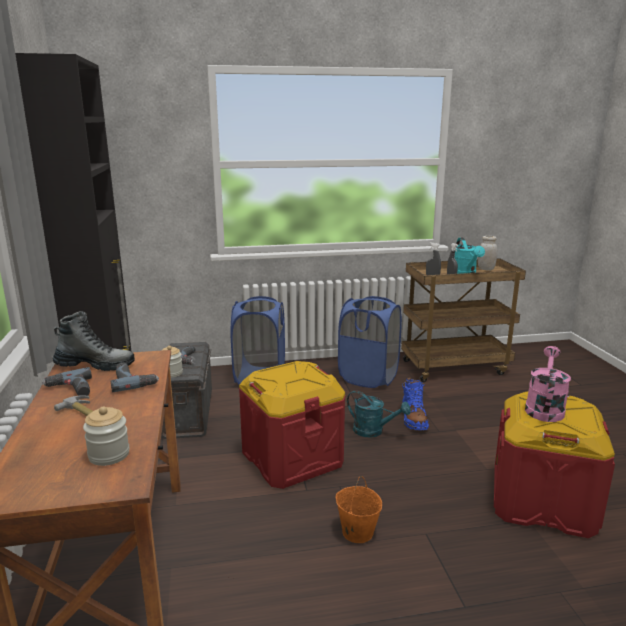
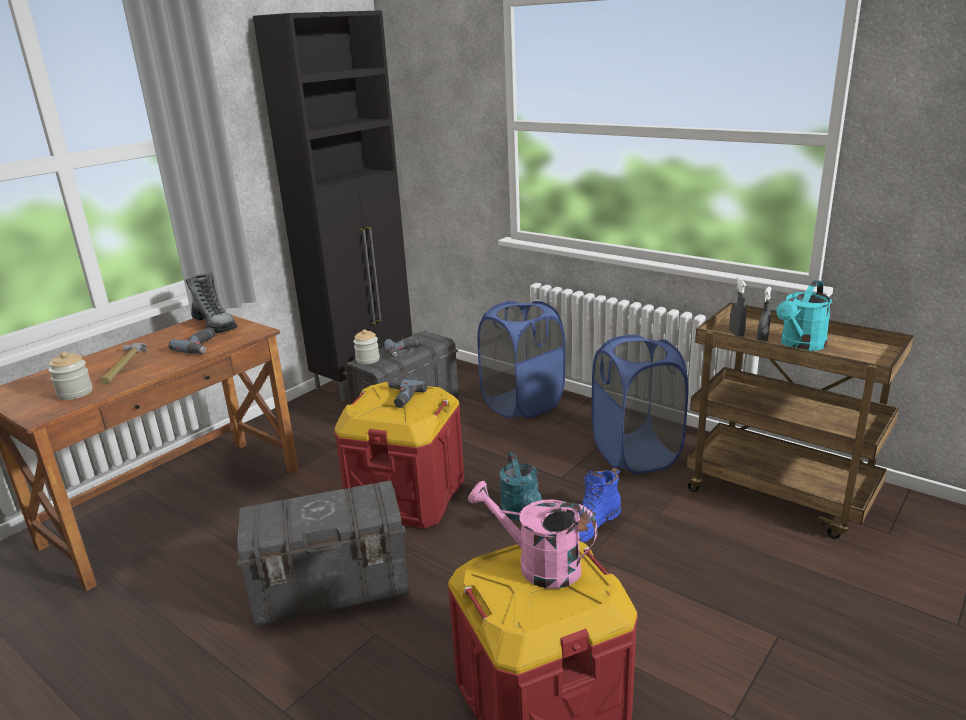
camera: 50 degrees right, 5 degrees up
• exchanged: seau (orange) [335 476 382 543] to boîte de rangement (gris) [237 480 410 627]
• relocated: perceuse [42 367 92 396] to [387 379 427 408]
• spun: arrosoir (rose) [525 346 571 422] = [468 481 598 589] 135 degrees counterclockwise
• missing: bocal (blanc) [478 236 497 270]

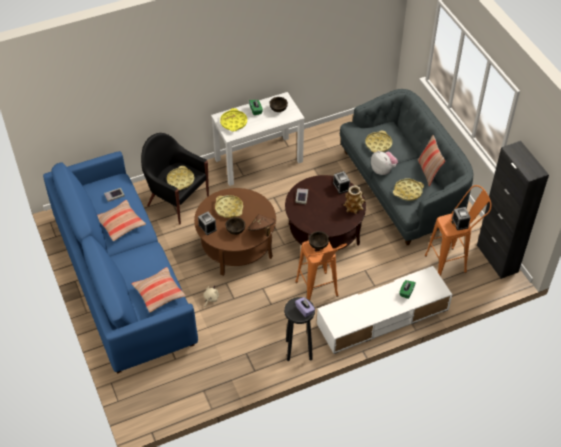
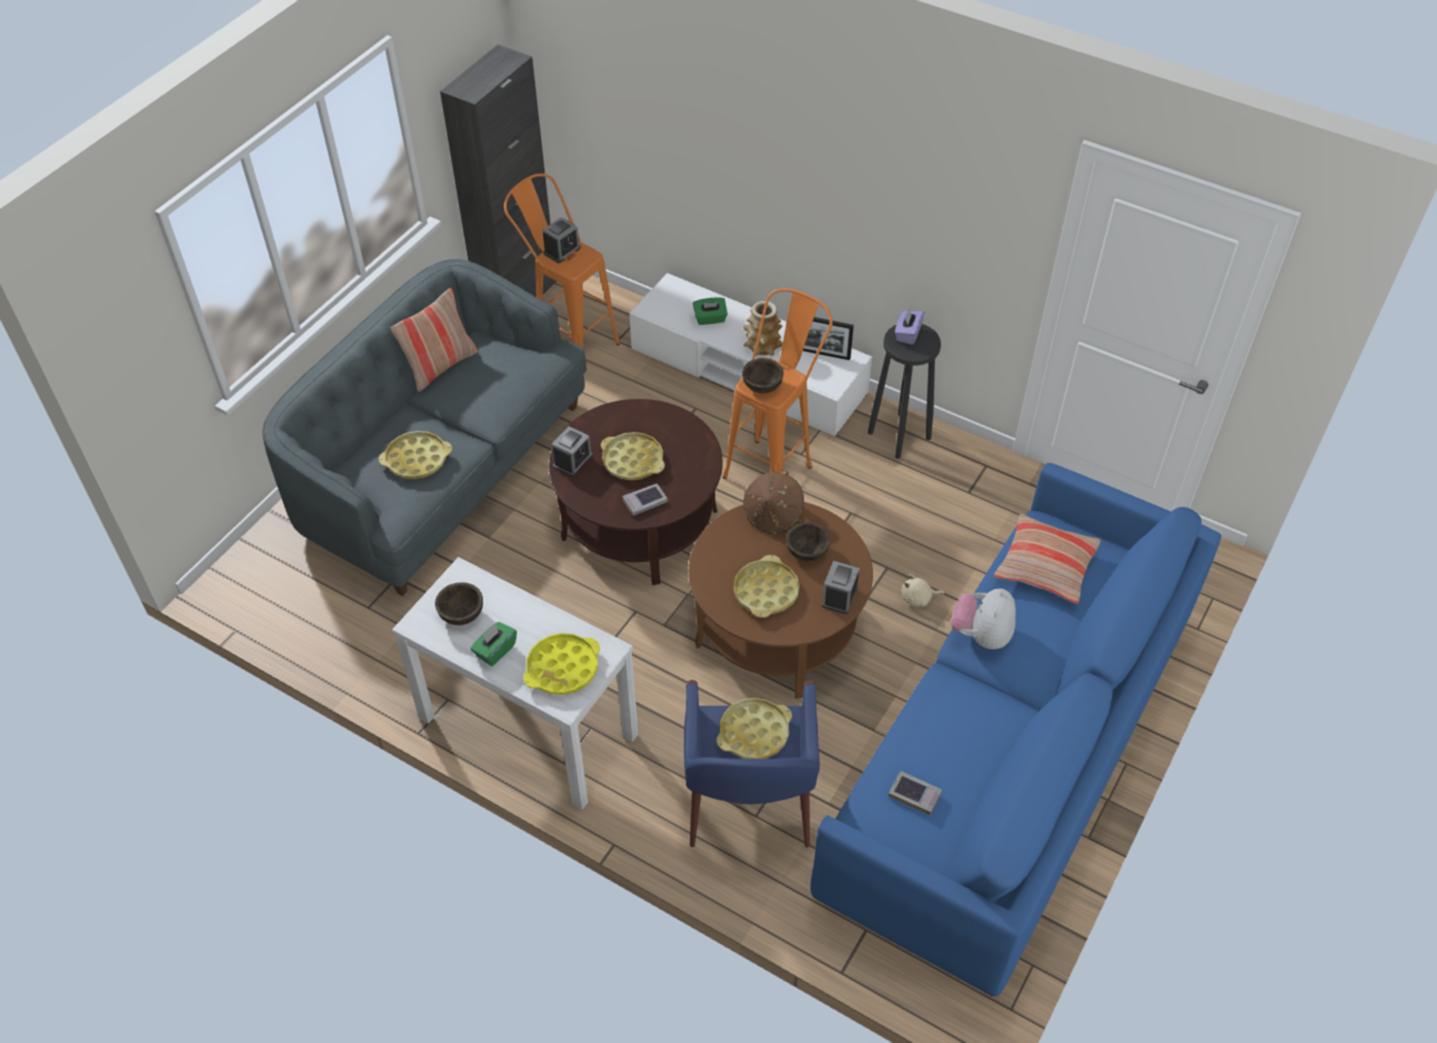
camera: 125 degrees left, 0 degrees up
• relocated: plateau (jaune) [393 178 424 201] to [601 432 665 480]
• colour: fauteuil (noir) [141 133 209 225] to fauteuil (bleu) [684 680 820 848]
• relocated: vase [343 185 365 214] to [743 301 783 356]
• appeared: cadre photo [803 317 854 360]
• relocated: peluche [371 151 398 175] to [951 589 1016 649]
• missing: coussin [97 200 146 241]

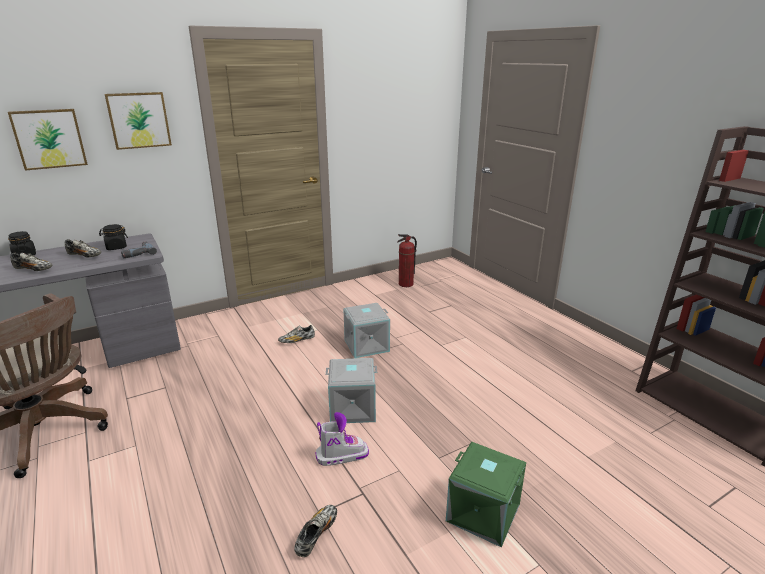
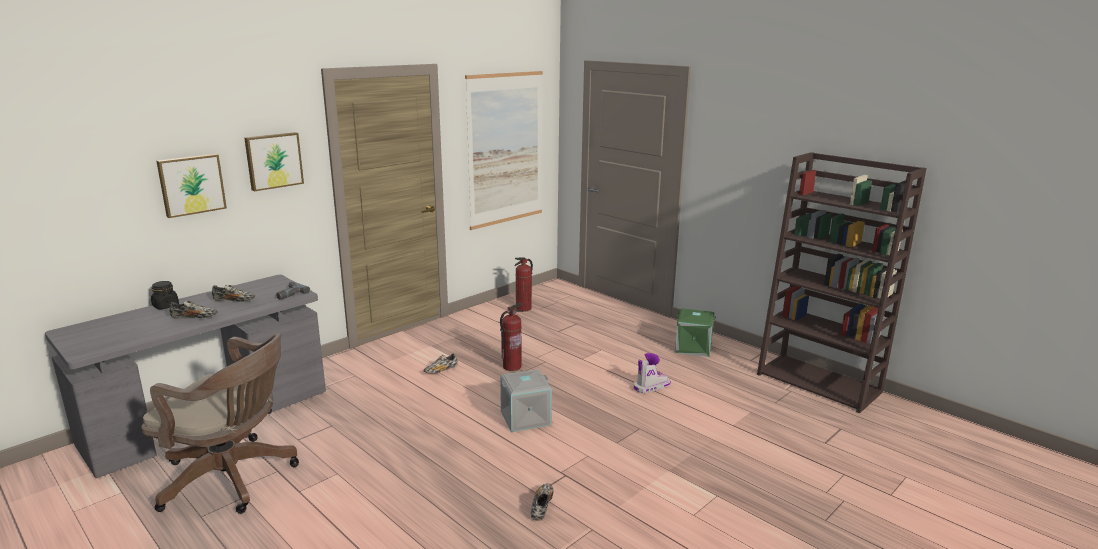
camera: 15 degrees left, 5 degrees down
• appeared: tableau [465 71 543 230]
• exchanged: boîte de rangement (gris) [343 303 390 358] to extincteur [500 303 523 371]
• relocated: botte [316 412 369 466] to [633 353 671 393]
• relocated: boîte de rangement (vert) [446 442 526 548] to [675 308 716 357]
• missing: bocal (noir) [99 224 128 250]

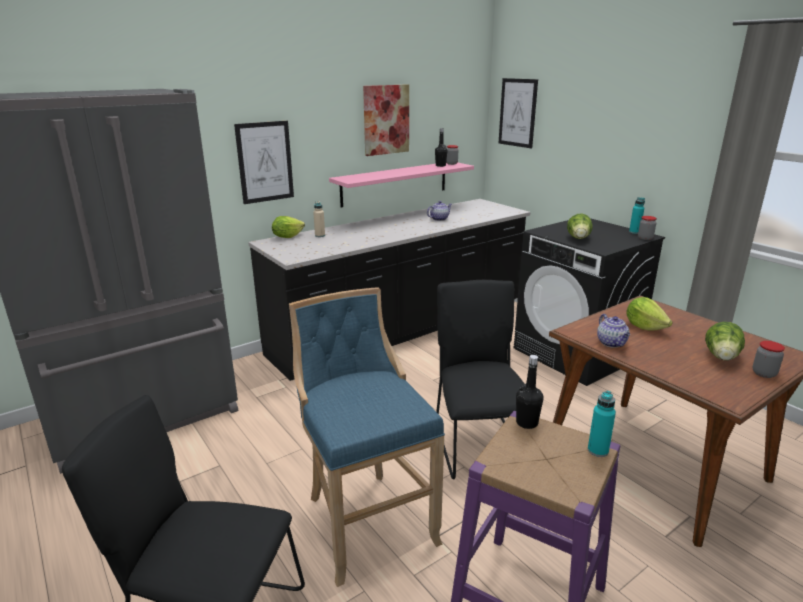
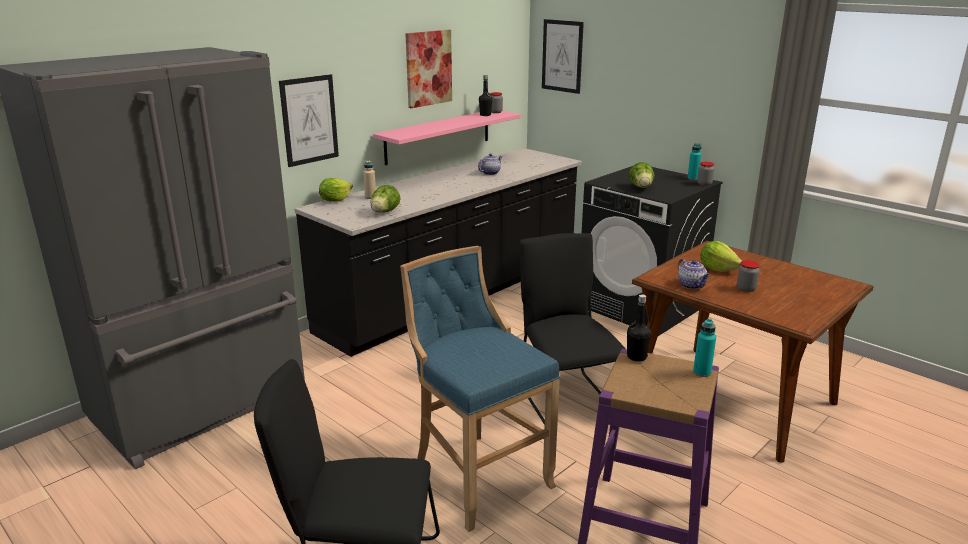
camera: 10 degrees left, 0 degrees up
• relocated: laitue [705 322 745 361] to [370 185 400 213]
• relocated: bocal [752 341 785 378] to [737 260 760 292]

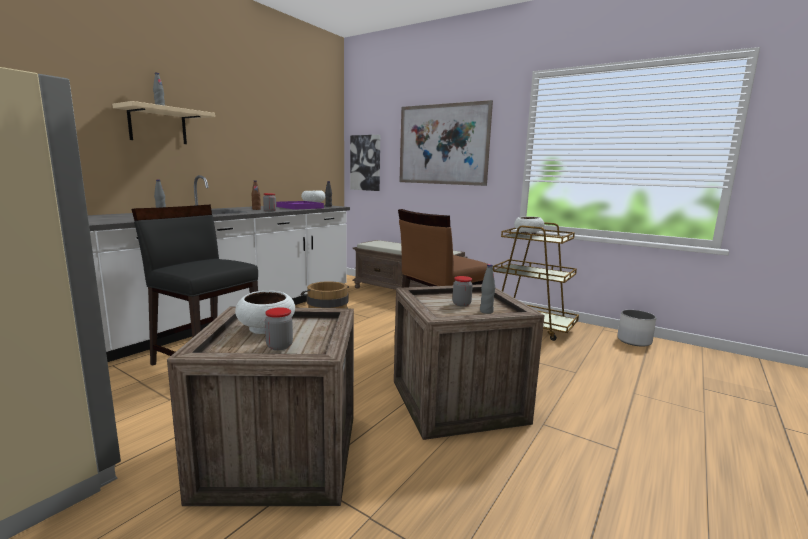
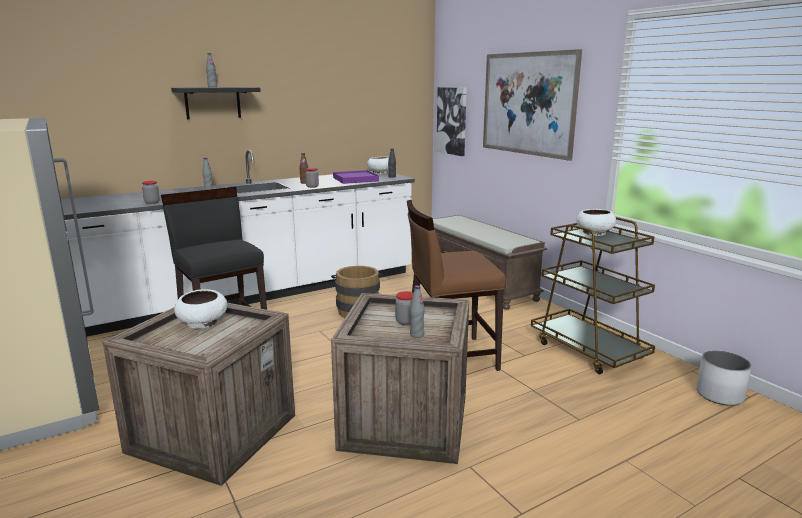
camera: 25 degrees right, 5 degrees up
• relocated: bocal [265 307 293 350] to [142 181 160 204]
• colour: étagère (beige) [112 101 215 144] to étagère (noir) [171 87 261 120]

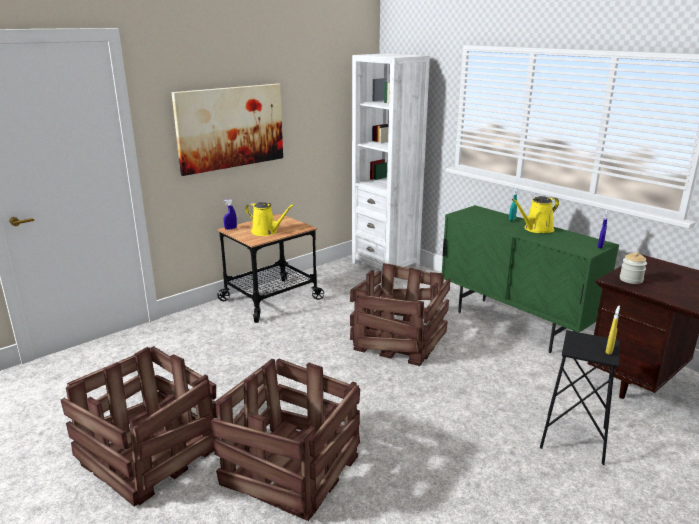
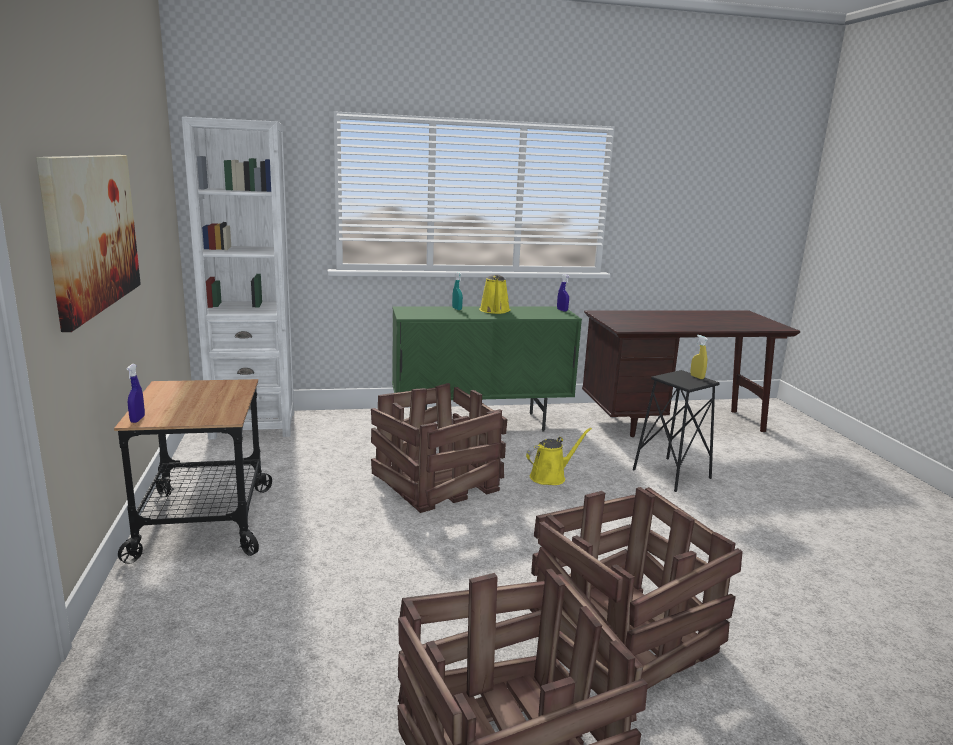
camera: 60 degrees left, 5 degrees down
• relocated: arrosoir (jaune) [245 202 294 236] to [526 428 592 485]
• missing: bocal [620 252 647 284]

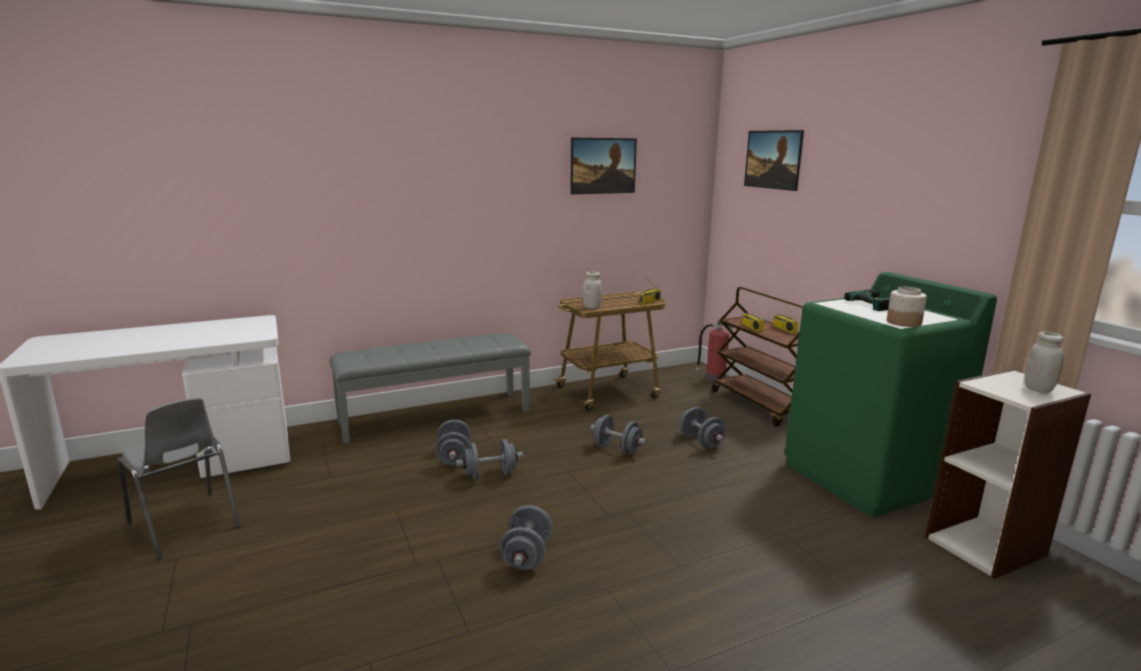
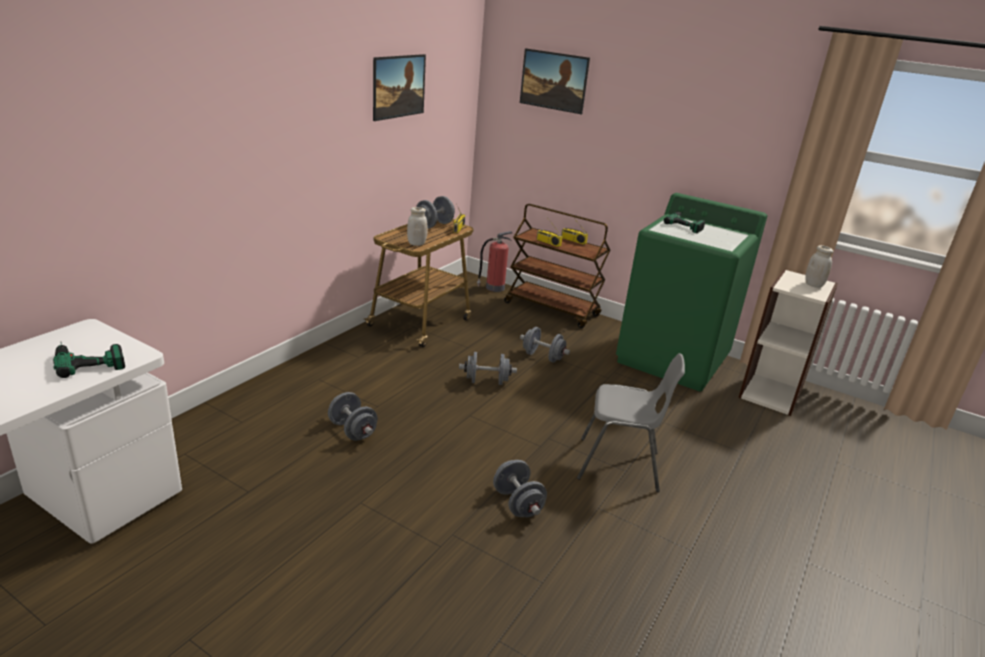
camera: 35 degrees left, 10 degrees up
• appeared: perceuse [53 342 125 378]
• relocated: haltère (gris) [456 439 523 480] to [416 196 455 229]
• relocated: chaise (gris) [118 397 241 560] to [577 353 685 492]
• missing: banc (gris) [329 333 531 444]
• missing: bocal [887 287 927 327]

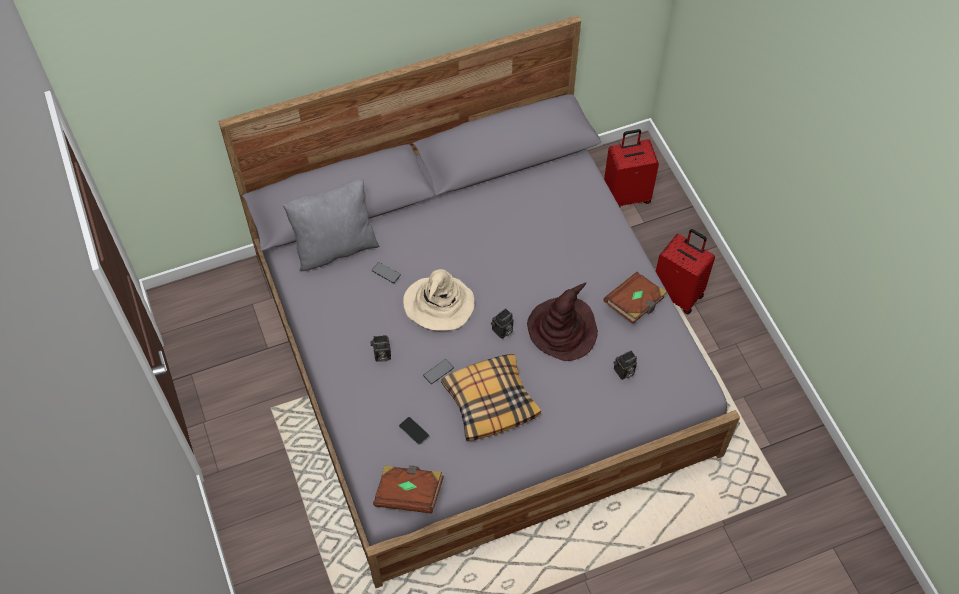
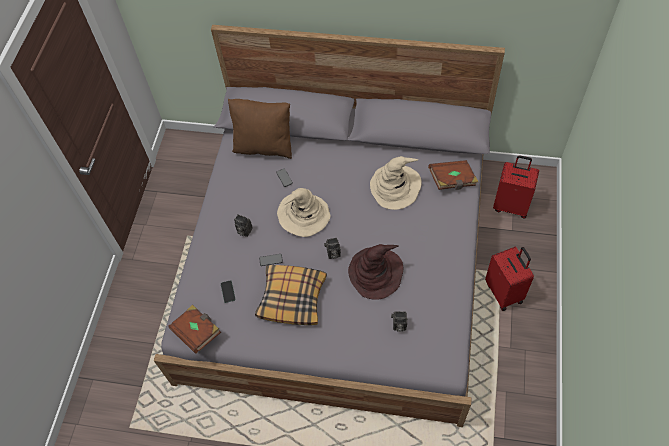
camera: 35 degrees right, 0 degrees up
• colour: coussin (gris) [283 179 379 271] to coussin (marron) [228 99 292 159]
• appeared: chapeau (beige) [370 156 422 210]
• relocated: livre (marron) [603 272 667 324] to [428 160 478 190]

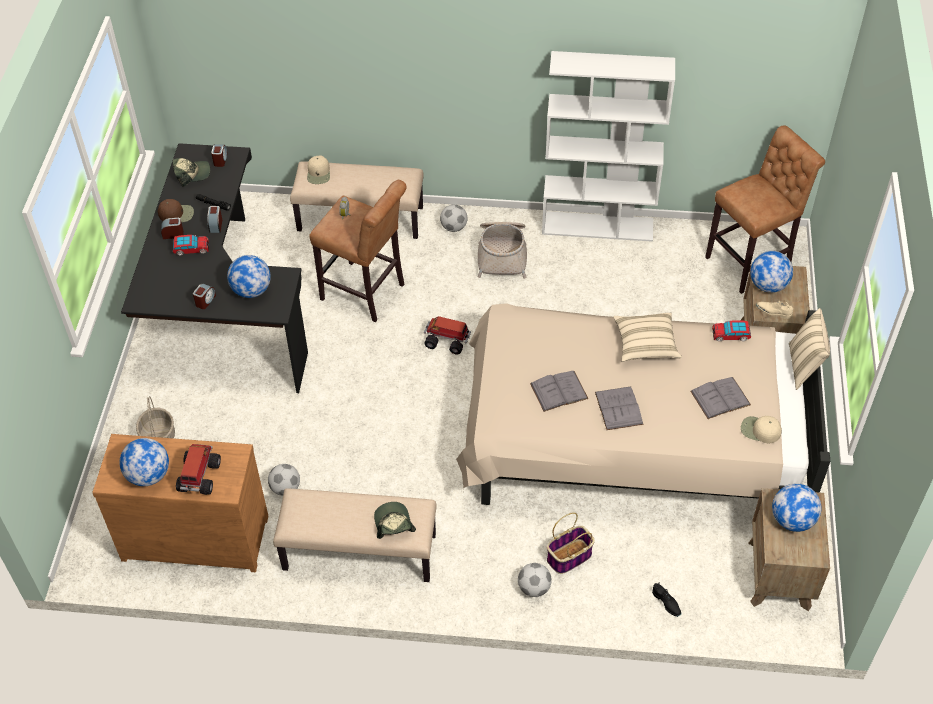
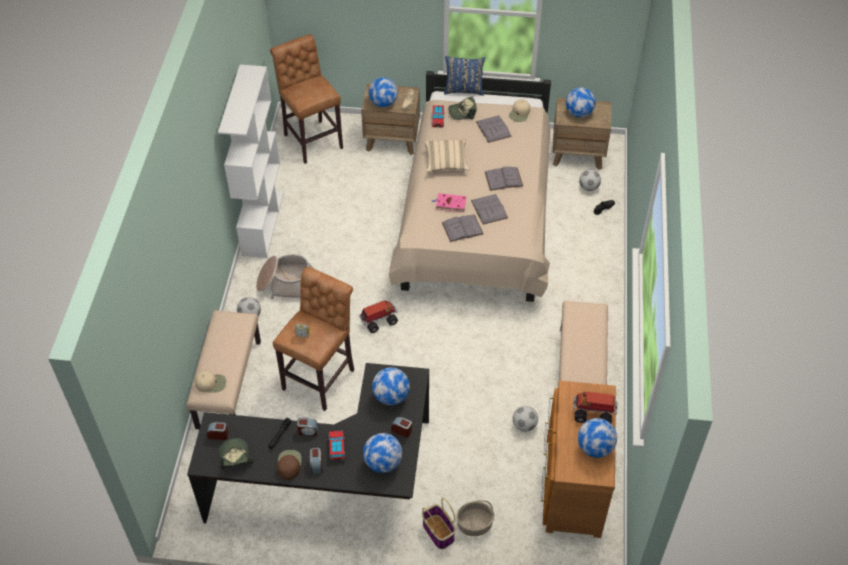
camera: 90 degrees left, 0 degrees up
• spun: camion jouet [424 316 471 355] = [359 300 398 333] 135 degrees counterclockwise
• appeared: globe [363 433 402 473]
• relocated: panier [547 512 595 574] to [422 498 456 549]
• appeared: livre (rose) [432 193 466 212]
• appeared: livre (gris) [442 214 483 242]
• colour: coussin (beige) [789 308 830 390] to coussin (bleu) [444 56 485 96]
• relocated: casquette [374 502 416 539] to [448 97 477 120]
• relocated: ballon de foot [518 563 552 597] to [579 169 601 191]

